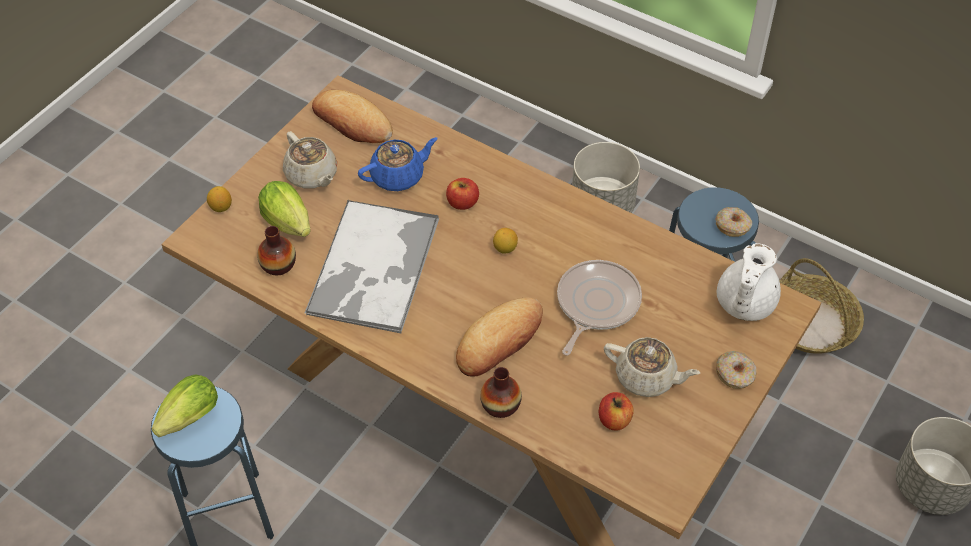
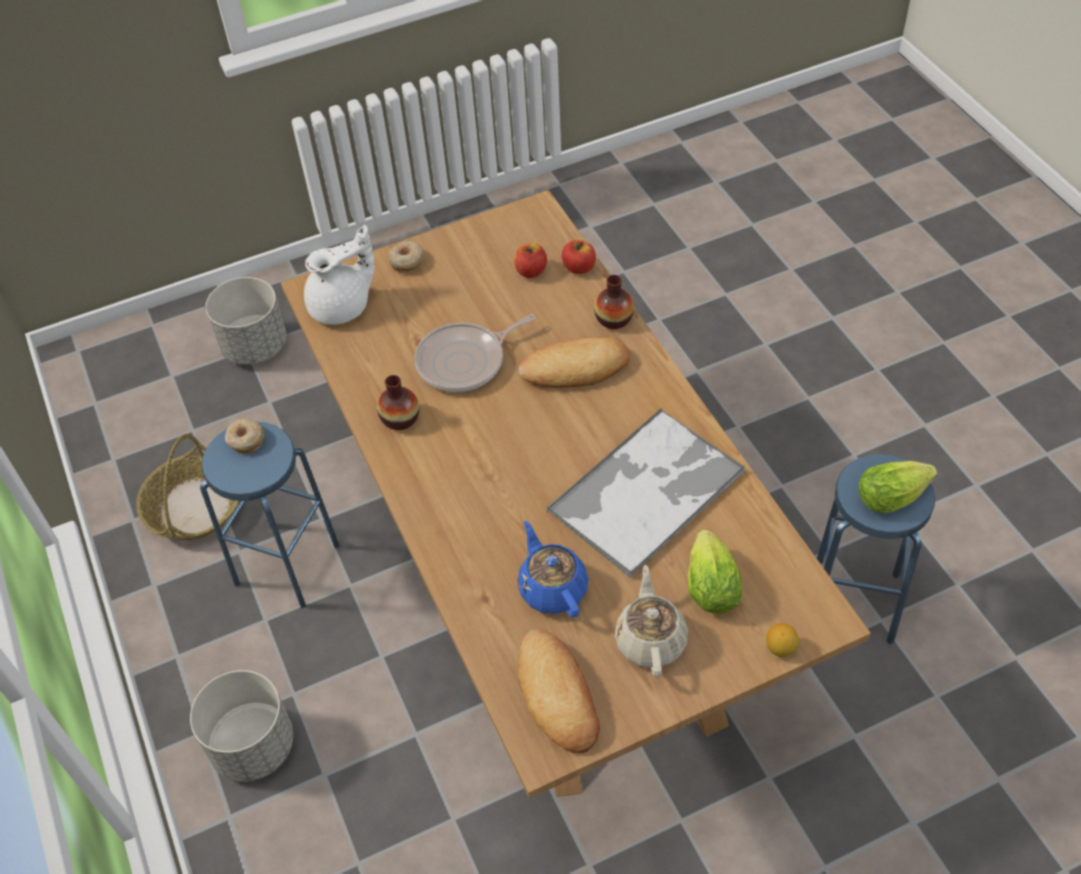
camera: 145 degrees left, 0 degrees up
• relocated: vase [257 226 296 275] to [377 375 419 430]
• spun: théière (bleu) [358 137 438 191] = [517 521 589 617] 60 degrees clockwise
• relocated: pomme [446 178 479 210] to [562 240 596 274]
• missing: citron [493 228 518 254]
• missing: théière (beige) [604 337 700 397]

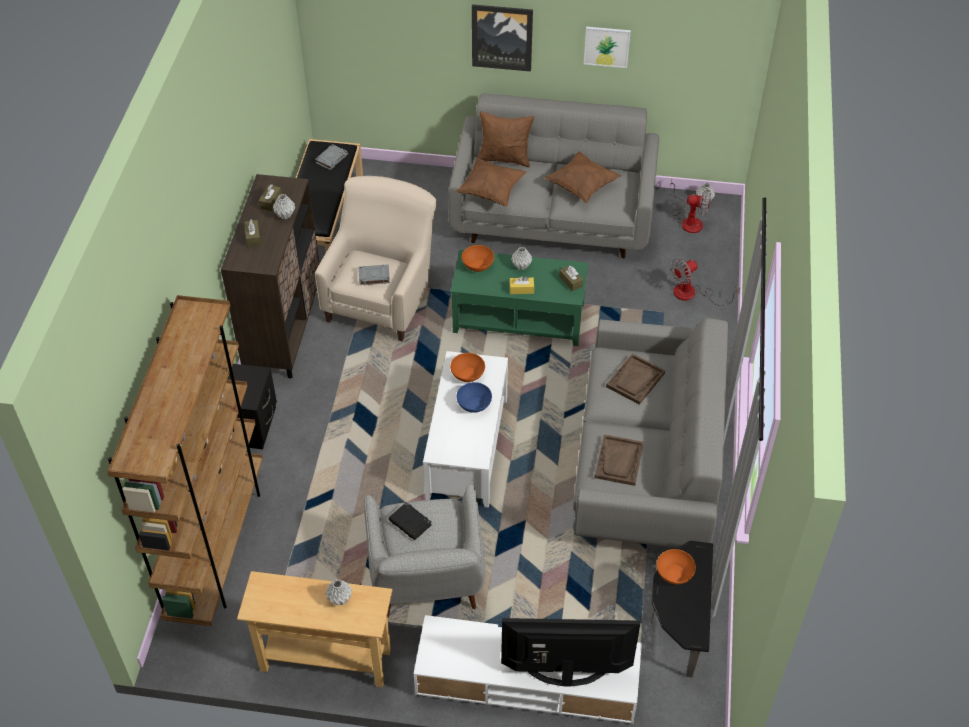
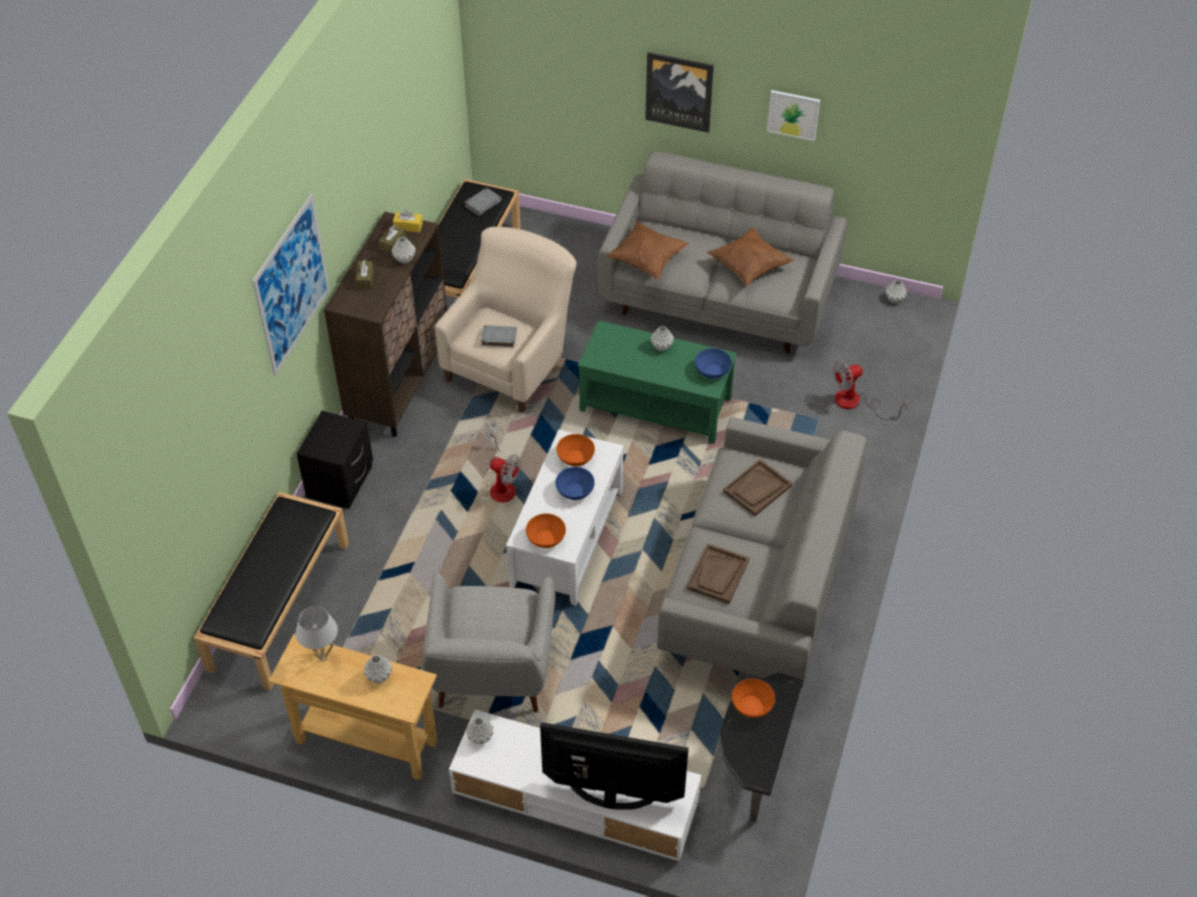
camera: 10 degrees right, 0 degrees up
• exchanged: bibliothèque (marron) [107 295 263 626] to banc (noir) [194 492 349 691]
• appeared: tableau [252 194 330 376]
• appeared: lampe de table (blanc) [296 606 338 662]
• relocated: boîte à mouchoirs (jaune) [509 276 534 294] to [393 210 423 233]
• appeared: vase (gris) [466 717 494 744]
• relocated: ventilateur [670 179 711 233] to [485 429 521 502]
• relocated: bol (orange) [462 245 494 272] to [526 514 566 548]
• exchanged: boîte à mouchoirs (marron) [559 265 583 291] to bol (bleu) [695 348 732 379]
• missing: livre (noir) [389 502 431 540]
• missing: coussin (marron) [478 111 534 168]

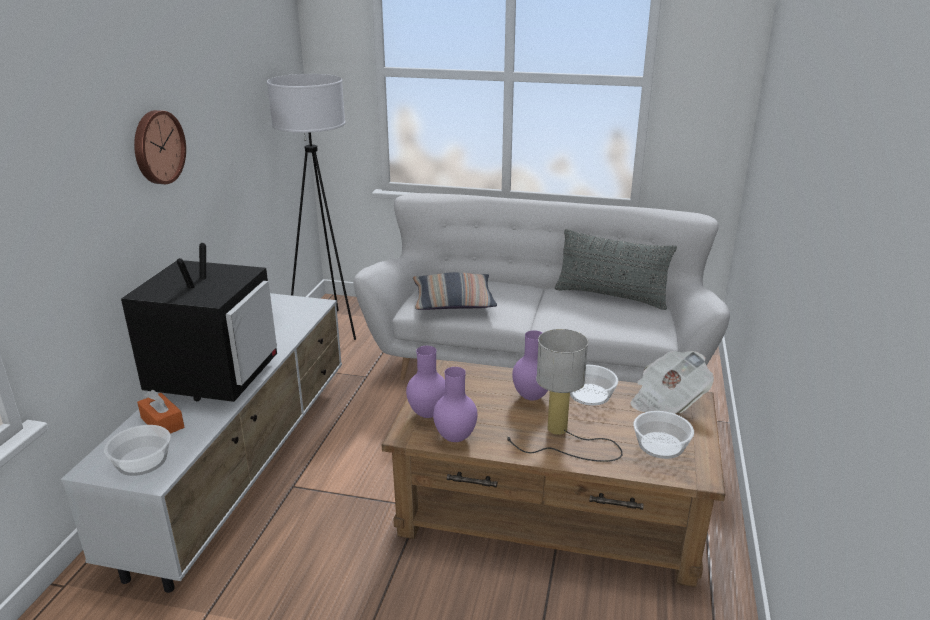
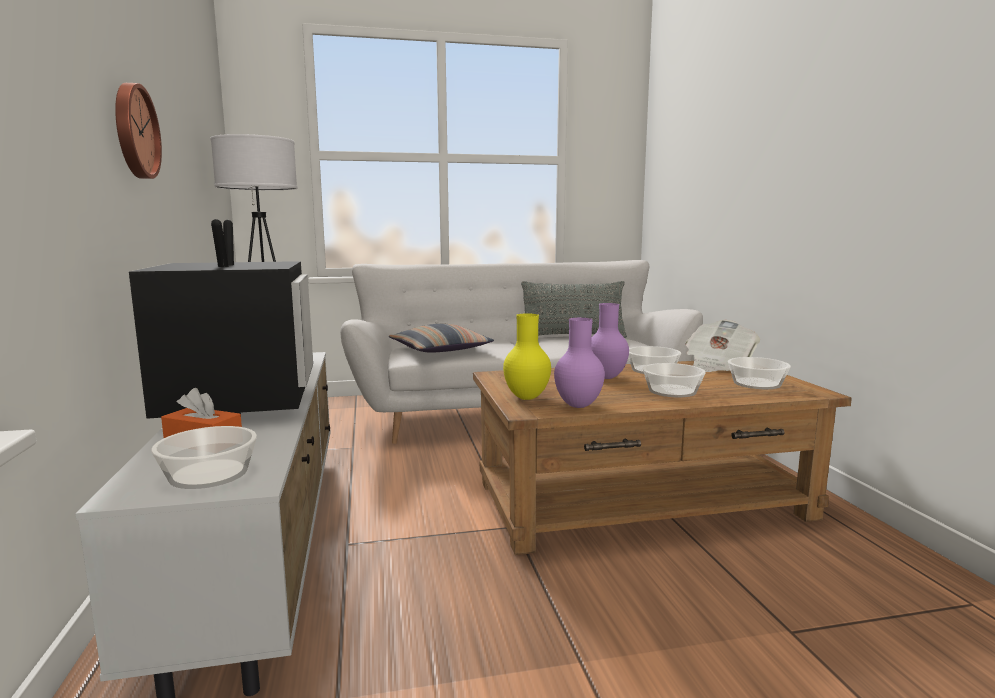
camera: 25 degrees left, 15 degrees down
• colour: vase (violet) [406 346 445 418] to vase (jaune) [503 314 551 400]
• exchanged: lampe de table [507 329 623 462] to bol [643 363 706 397]

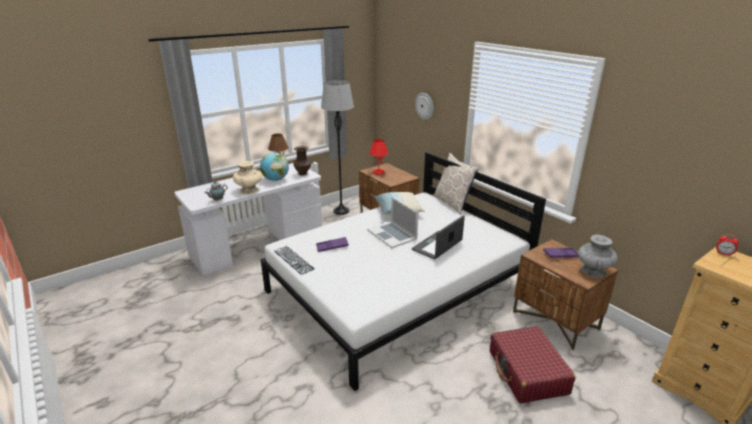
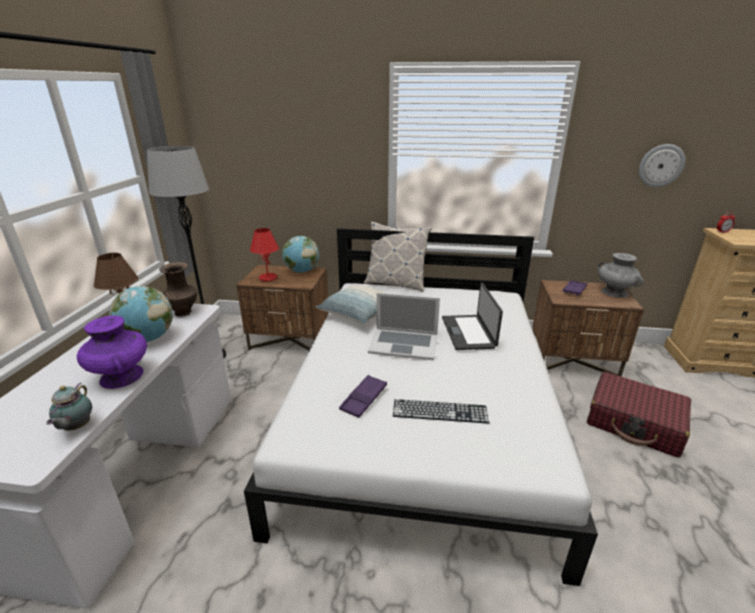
camera: 45 degrees left, 0 degrees up
• colour: vase (beige) [233 161 262 194] to vase (violet) [77 316 147 389]
• appeared: globe [282 236 319 272]
• relocated: clavier [274 246 314 275] to [393 399 489 424]
• relocated: horloge murale [415 93 433 120] to [639 144 685 187]

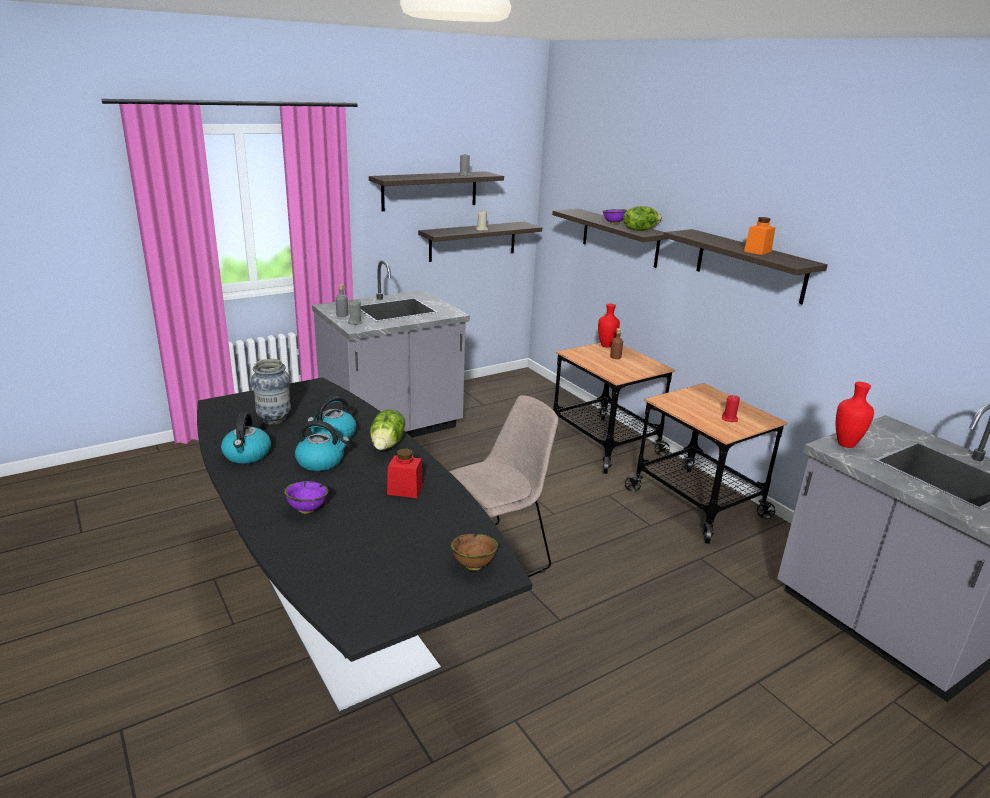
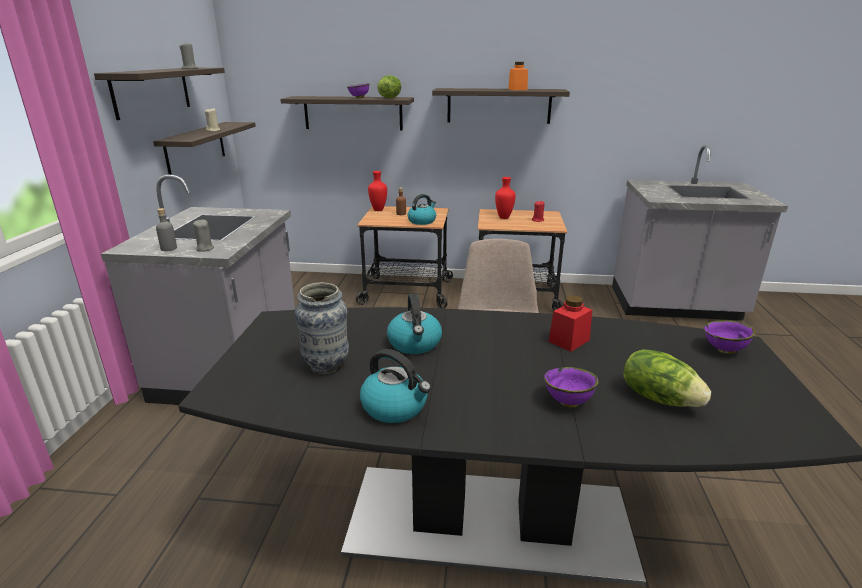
camera: 50 degrees left, 0 degrees up
• relocated: bouilloire [295 420 349 471] to [407 194 436 225]
• relocated: vase (rouge) [836 382 874 448] to [495 177 516 219]
• relocated: laitue [370 409 405 450] to [623 349 711 407]
• colour: bol (marron) [451 534 498 571] to bol (violet) [704 320 755 354]

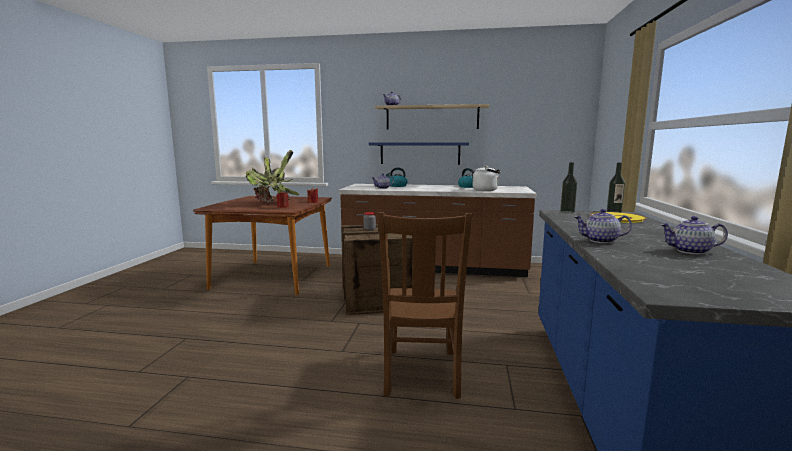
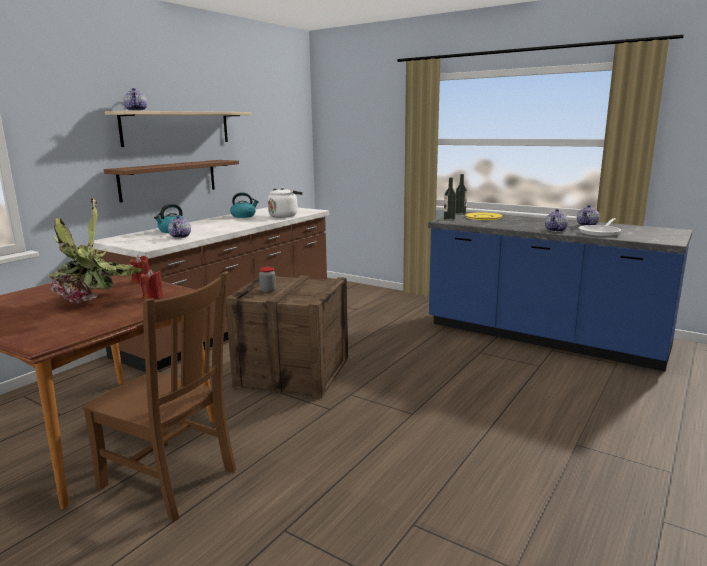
camera: 65 degrees left, 5 degrees up
• relocated: chaise (marron) [378 212 472 399] to [82 271 236 522]
• colour: étagère (bleu) [369 142 469 165] to étagère (marron) [104 160 239 202]
• appeared: poêle [579 218 621 237]

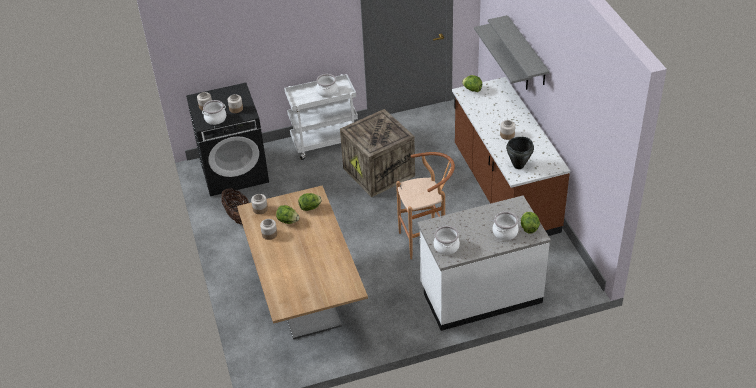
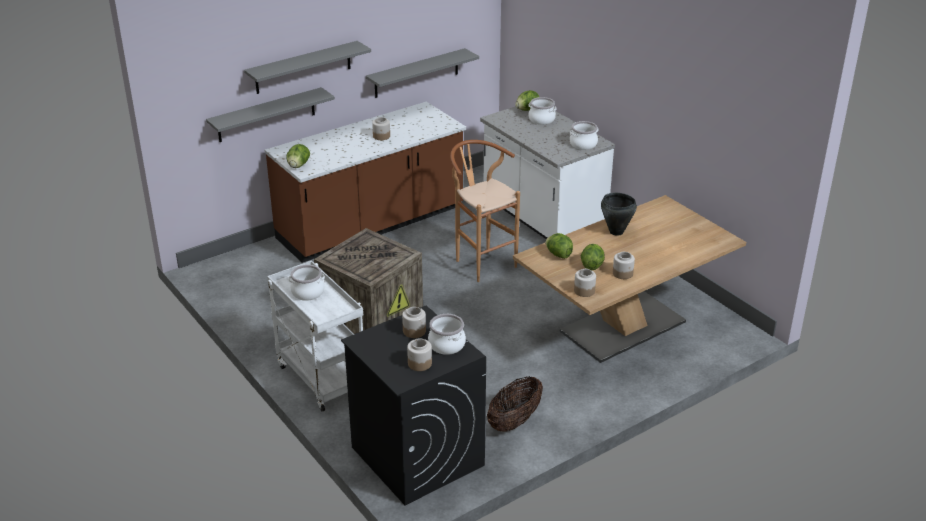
camera: 110 degrees left, 10 degrees down
• appeared: étagère (gris) [366 48 479 98]
• relocated: marmite (noir) [506 137 534 169] to [601 193 637 236]

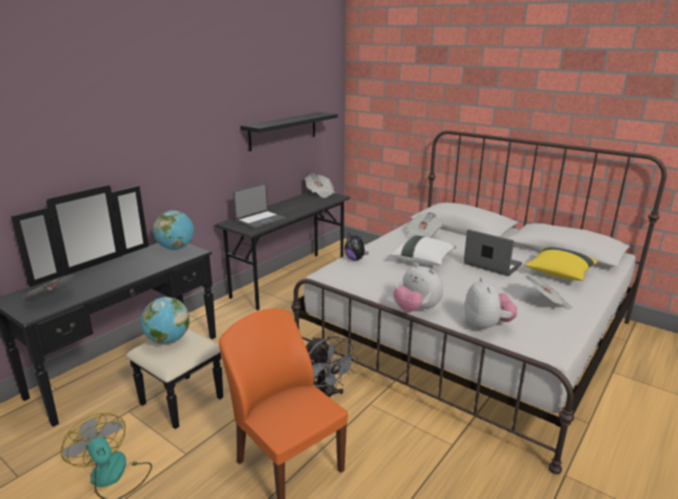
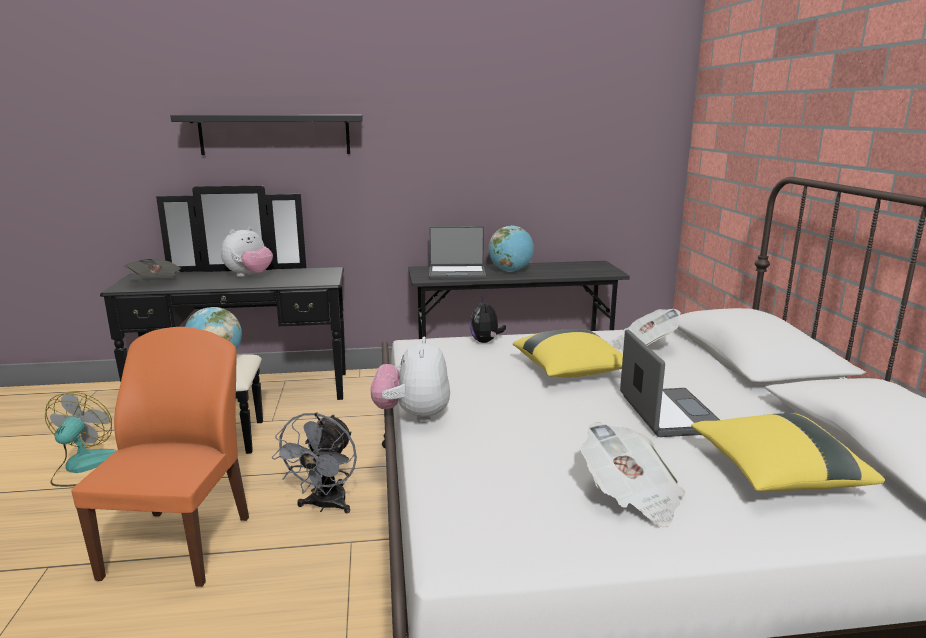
camera: 45 degrees right, 5 degrees down
• relocated: étagère (noir) [240 112 338 151] to [171 115 363 155]
• relocated: peluche [464 278 517 332] to [221 227 273 277]
• relocated: globe [153 211 194 250] to [489 225 534 272]
• colour: coussin (blanc) [391 236 457 266] to coussin (jaune) [513 329 623 378]
• missing: journal [305 173 335 198]

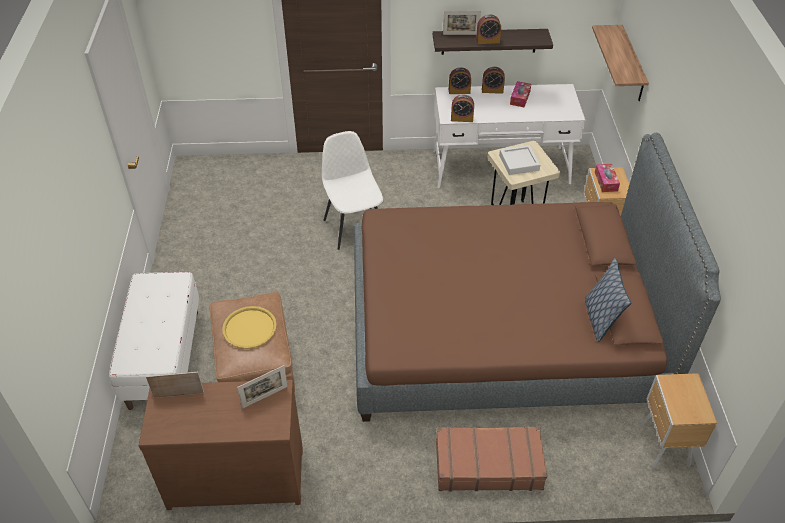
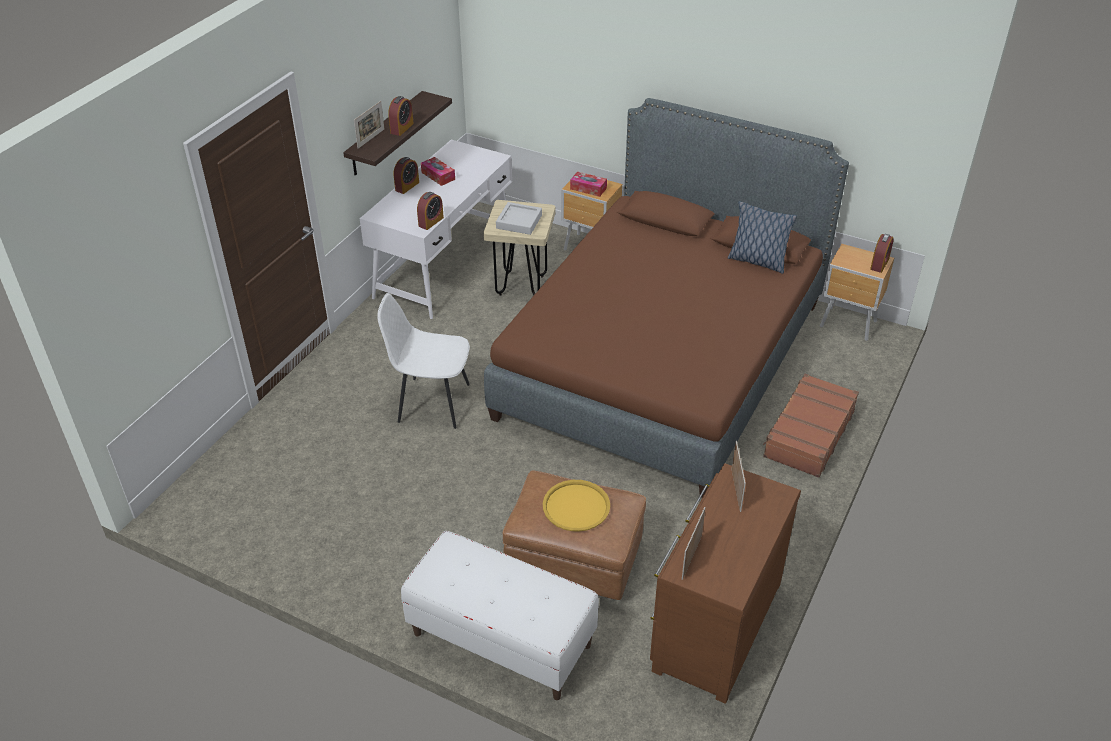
camera: 60 degrees left, 5 degrees down
• relocated: réveil [449 67 471 94] to [870 234 894 273]
• missing: étagère [592 25 649 101]

